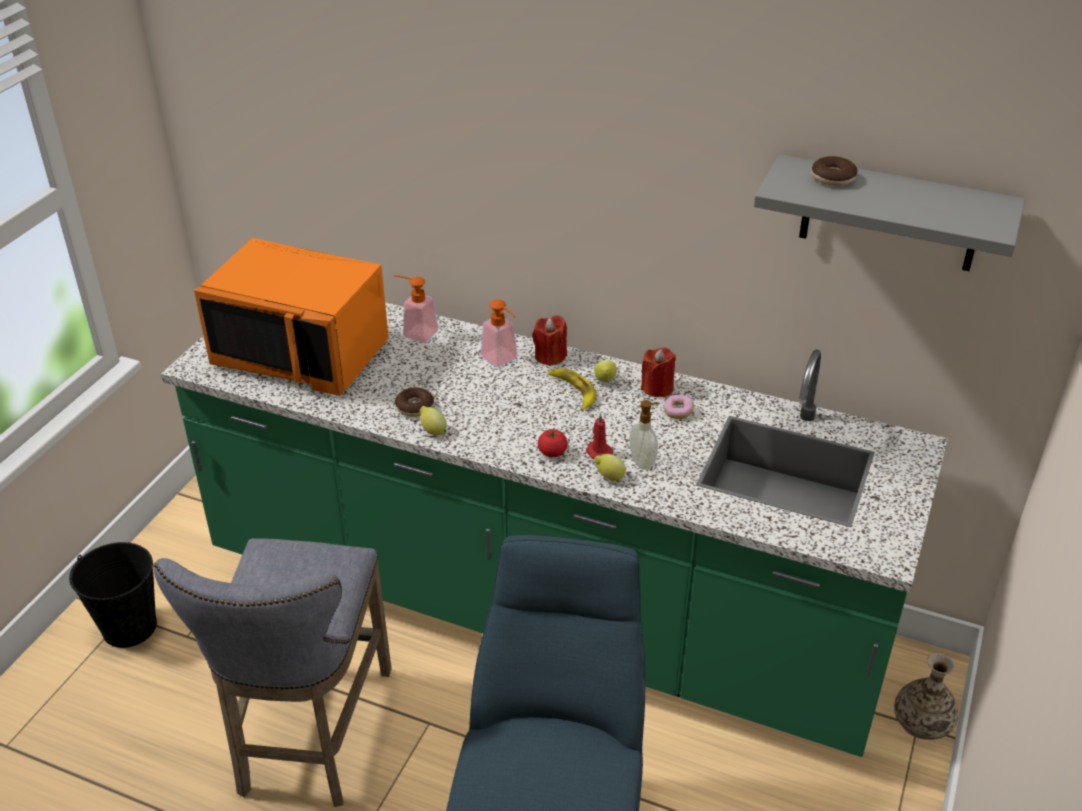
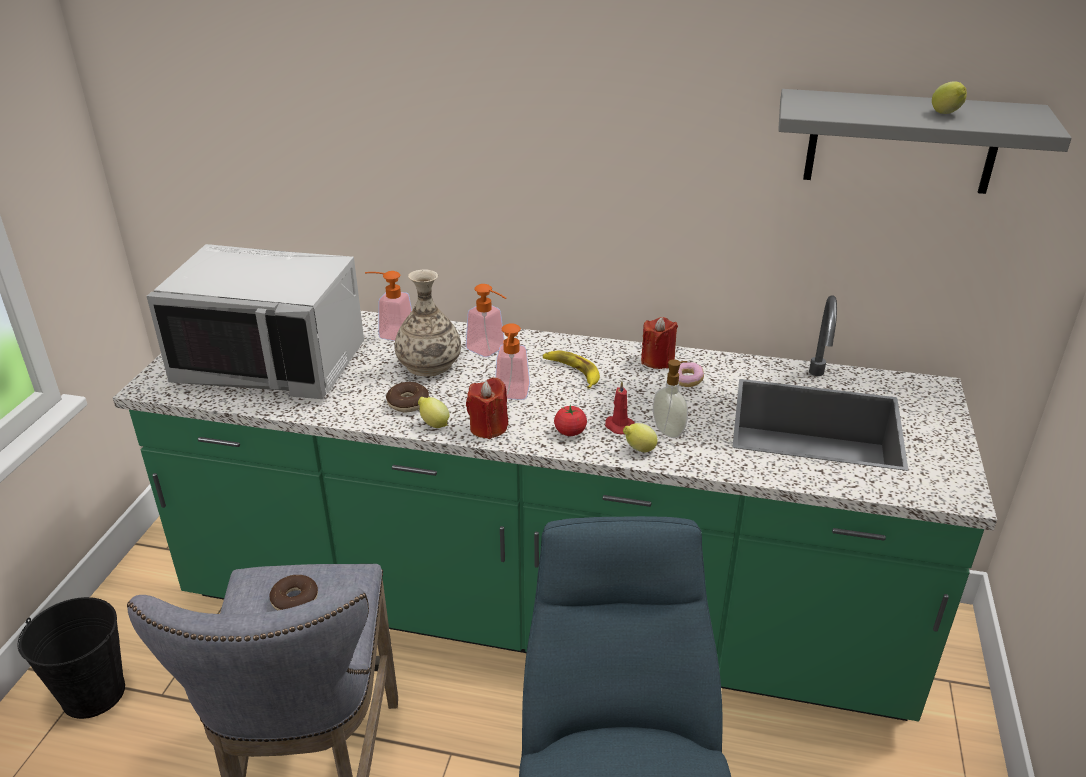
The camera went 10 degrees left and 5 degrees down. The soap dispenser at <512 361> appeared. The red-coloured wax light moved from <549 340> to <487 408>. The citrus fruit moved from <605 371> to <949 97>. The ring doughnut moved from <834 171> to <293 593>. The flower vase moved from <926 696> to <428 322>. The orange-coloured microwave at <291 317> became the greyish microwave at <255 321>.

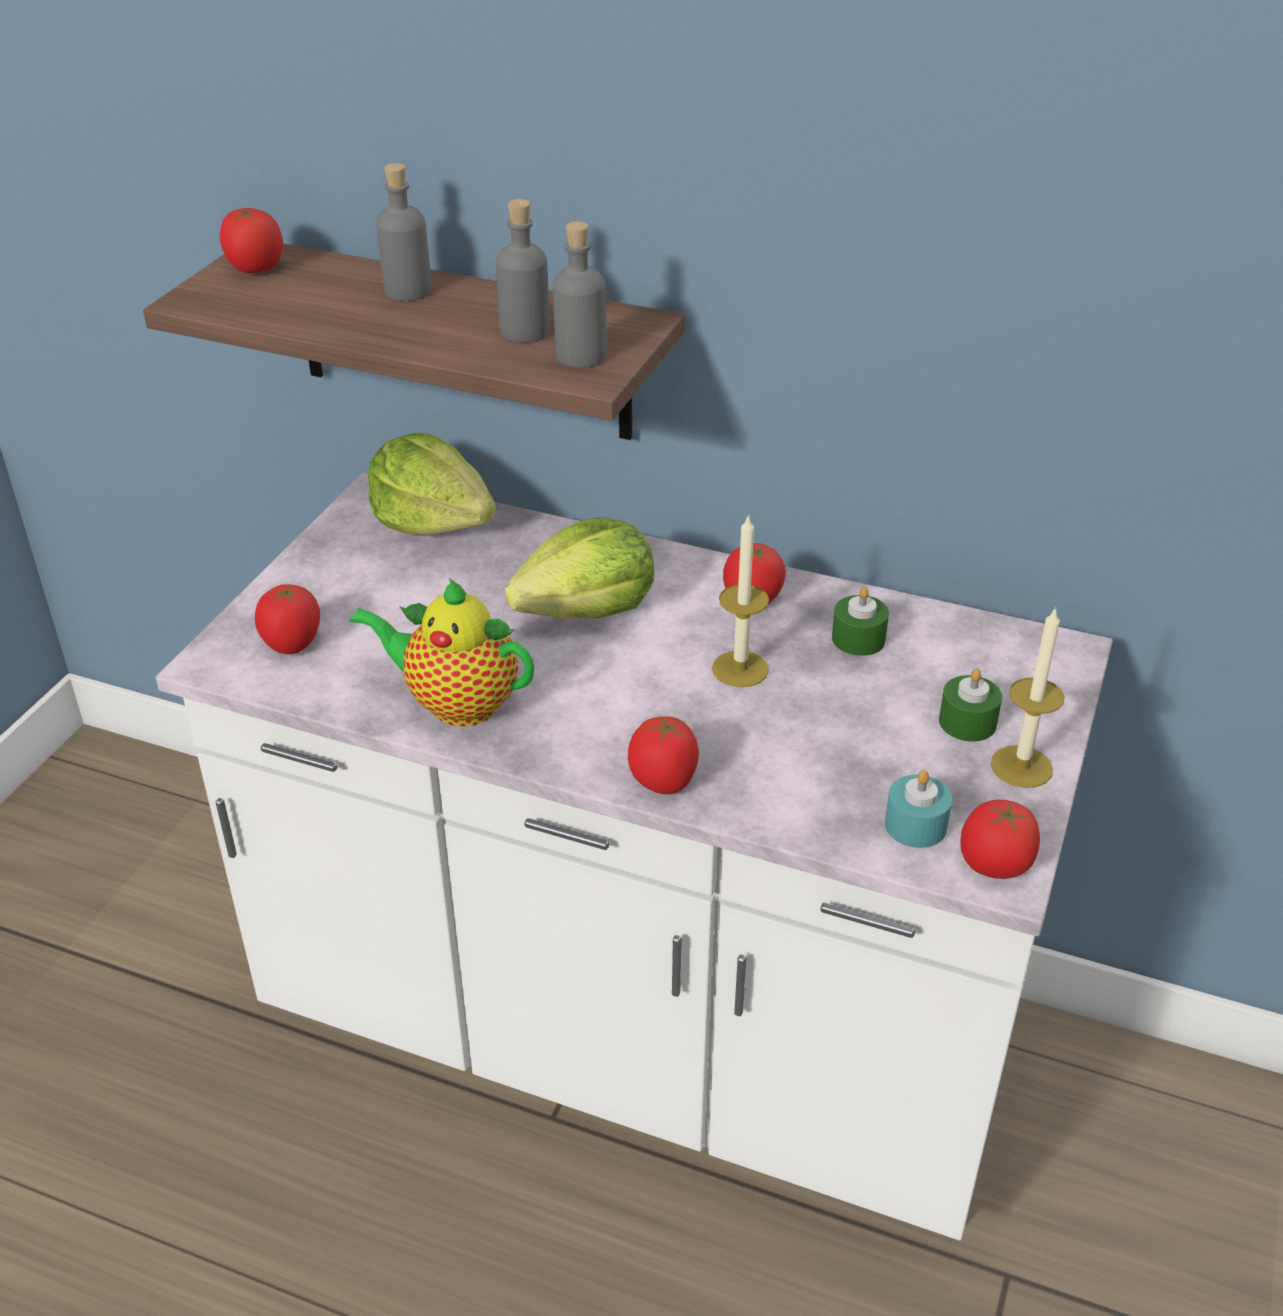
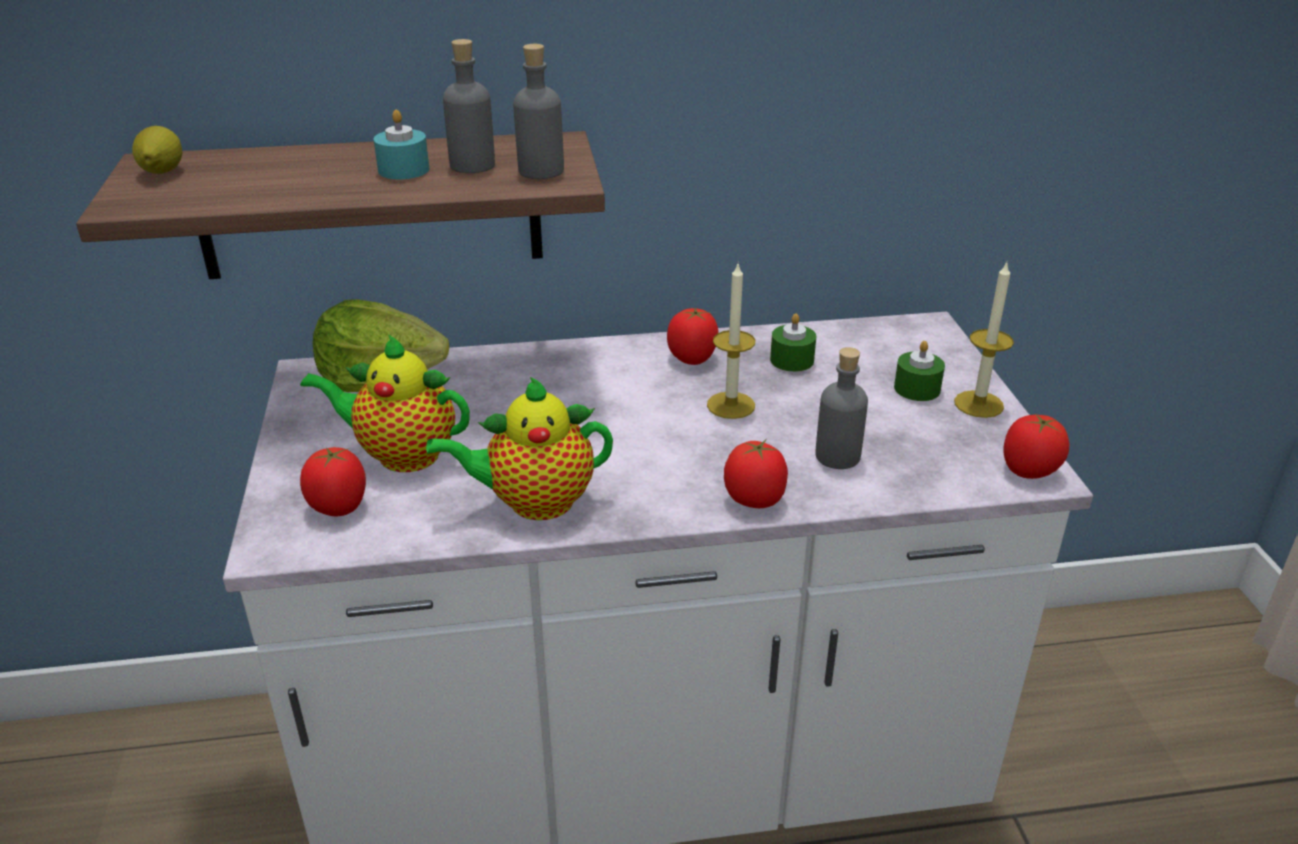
The camera went 30 degrees left and 5 degrees down. The head of lettuce at <579 567> disappeared. The teapot at <385 403> appeared. The greyish beverage bottle moved from <404 232> to <841 408>. The turquoise wax light moved from <918 809> to <401 144>. The fresh tomato at <251 240> was replaced by the citrus fruit at <157 150>.

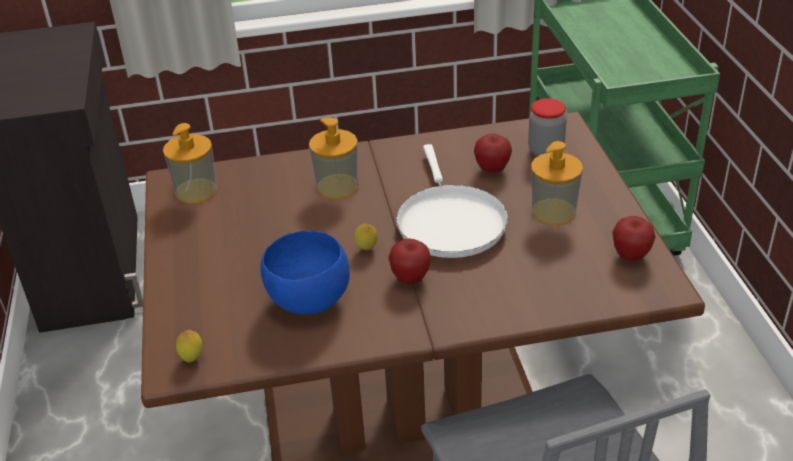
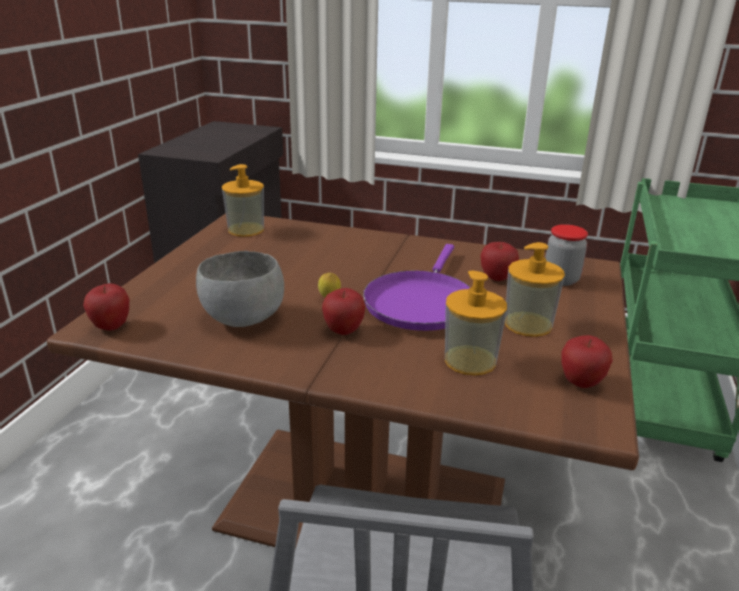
The camera went 25 degrees right and 10 degrees down. The soap dispenser moved from <333 158> to <476 323>. The citrus fruit at <189 346> was replaced by the apple fruit at <106 307>. The blue-coloured deep dish at <305 273> became the greyish deep dish at <240 289>. The whitish pan at <452 201> became the purplish pan at <416 287>.

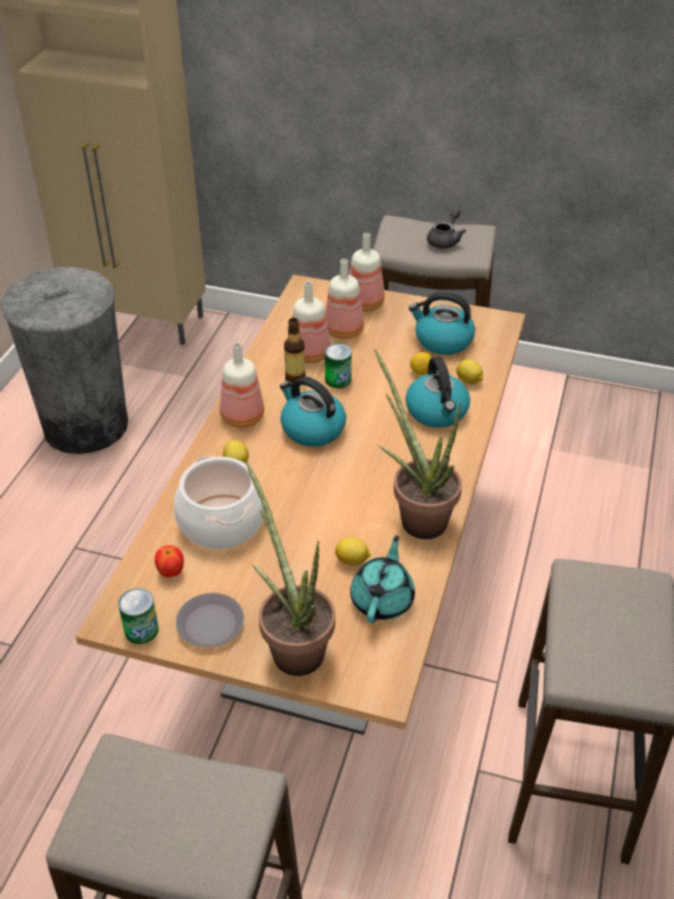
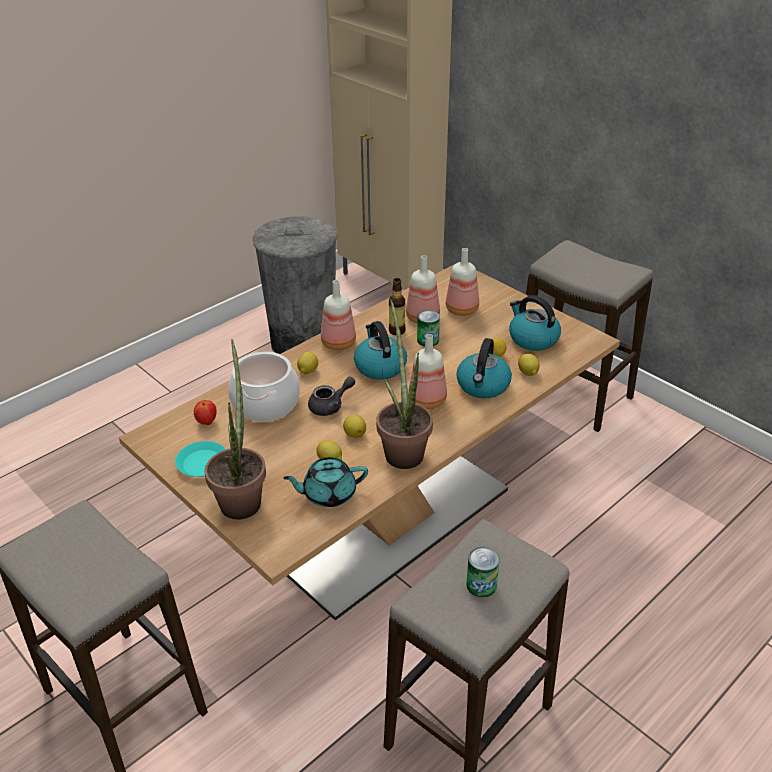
The camera went 30 degrees right and 5 degrees down. The citrus fruit at <354 426> appeared. The can moved from <138 616> to <483 572>. The beverage bottle moved from <367 272> to <427 371>. The greyish teapot moved from <446 228> to <331 396>. The greyish dinner plate at <210 620> became the turquoise dinner plate at <200 459>. The turquoise teapot at <382 579> turned 150 degrees counterclockwise.

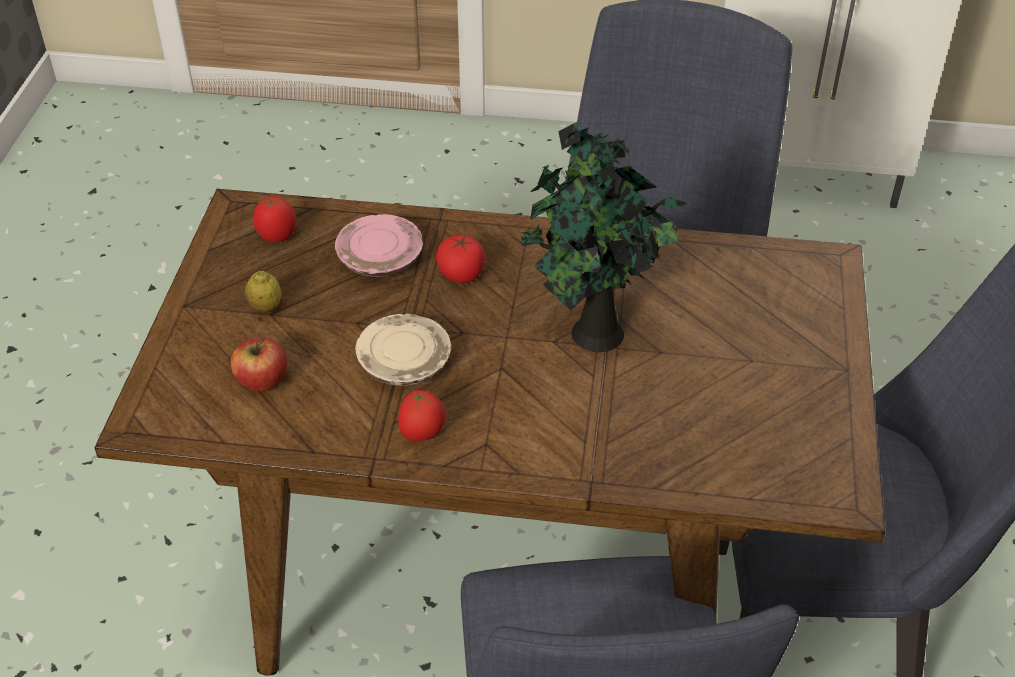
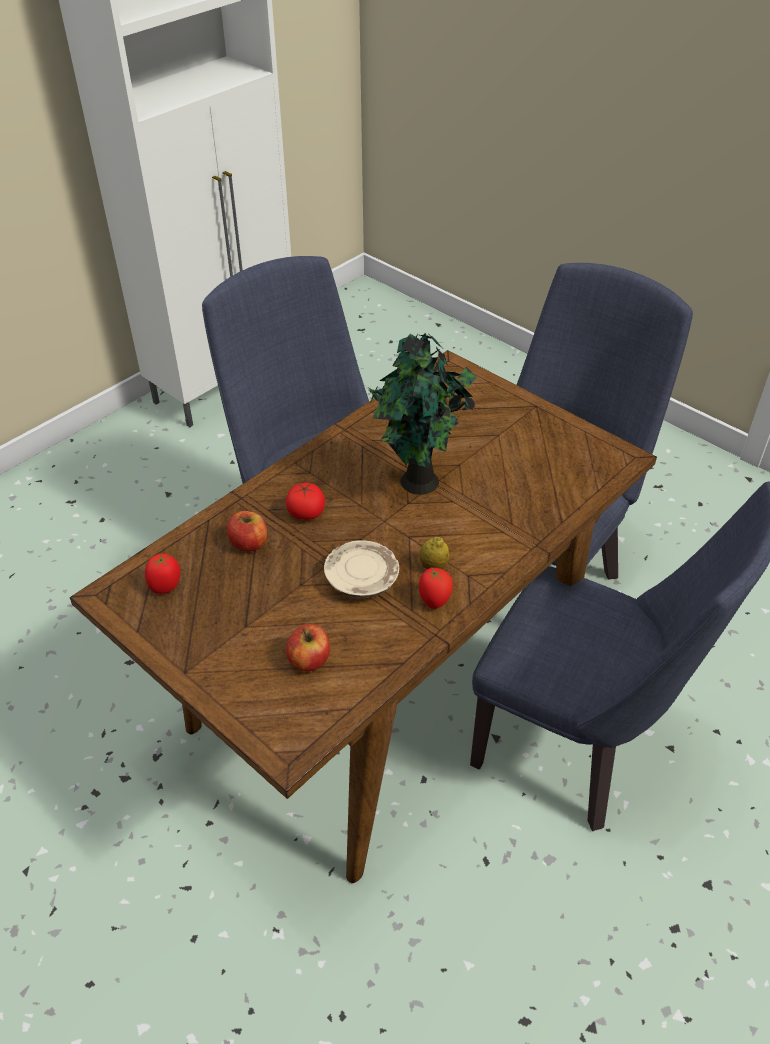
The camera went 55 degrees left and 0 degrees up. The citrus fruit moved from <263 292> to <434 553>. The pink-coloured dinner plate at <379 245> was replaced by the apple fruit at <247 531>.

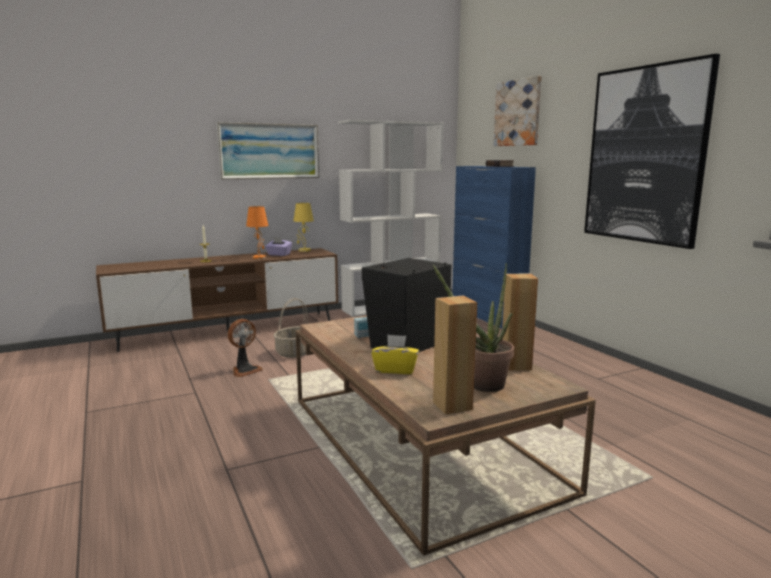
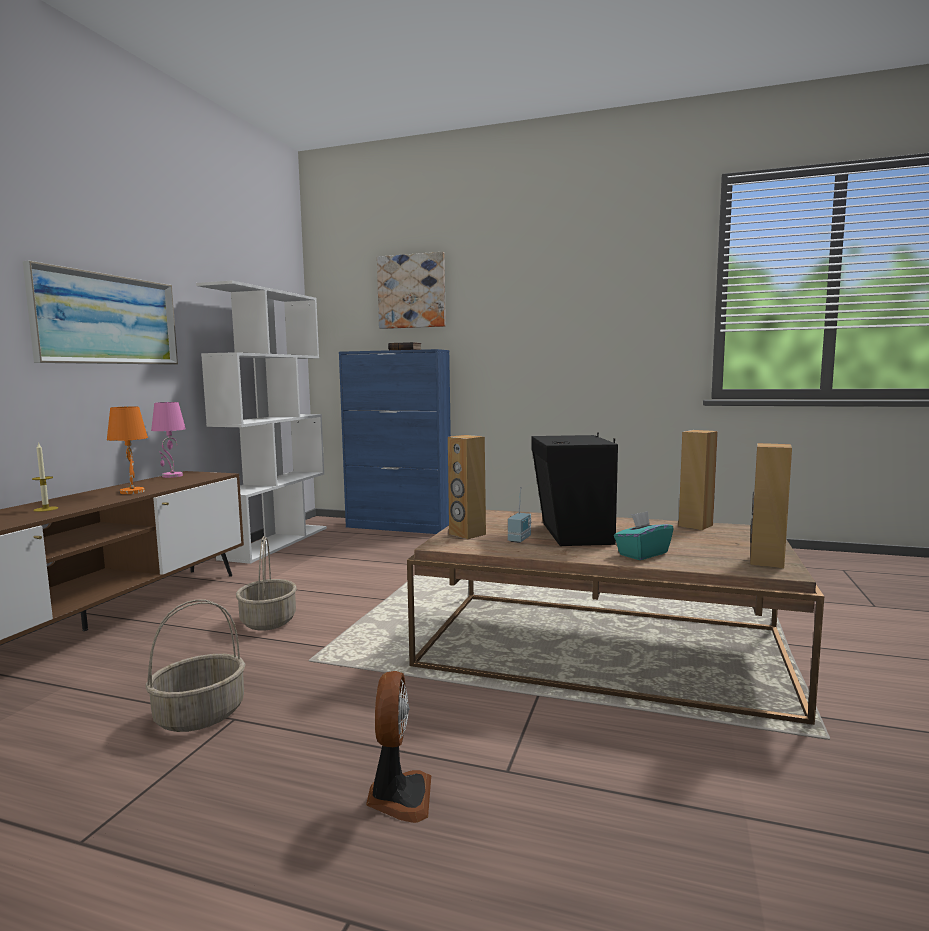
The camera went 45 degrees left and 5 degrees down. The purplish tissue holder at <278 246> disappeared. The plant in a pot at <473 327> disappeared. The wall art at <652 151> disappeared. The basket at <195 665> appeared. The brown loudspeaker at <467 487> appeared. The fan moved from <245 348> to <398 747>. The yellow-coloured tabletop lamp at <304 227> became the pink-coloured tabletop lamp at <168 440>. The yellow-coloured tissue holder at <395 354> became the turquoise tissue holder at <644 535>.

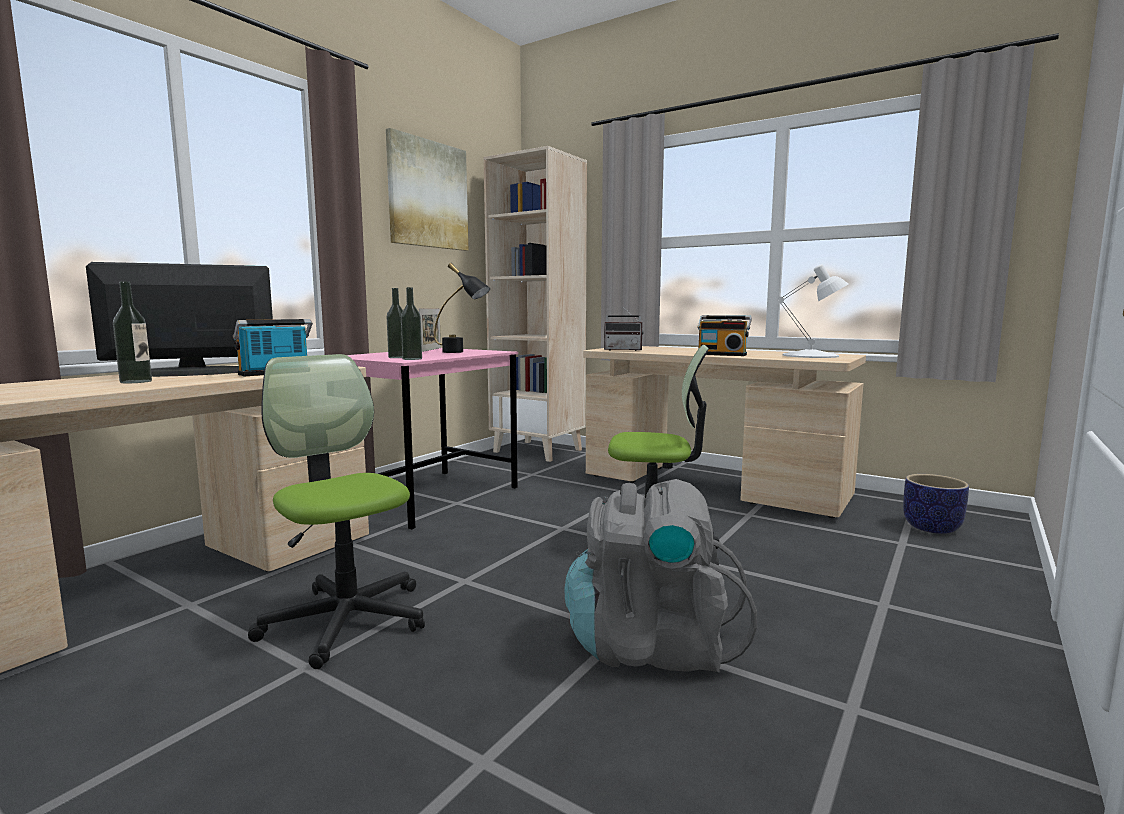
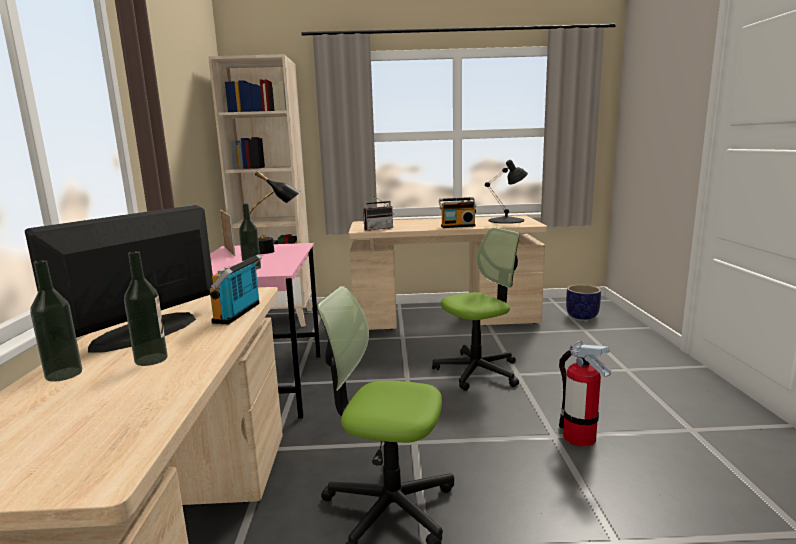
The camera went 35 degrees left and 5 degrees up. The wall art at <427 189> disappeared. The beverage bottle moved from <411 323> to <56 321>. The greyish rucksack at <660 576> was replaced by the fire extinguisher at <585 394>. The whitish tabletop lamp at <812 311> became the black-coloured tabletop lamp at <506 192>.

